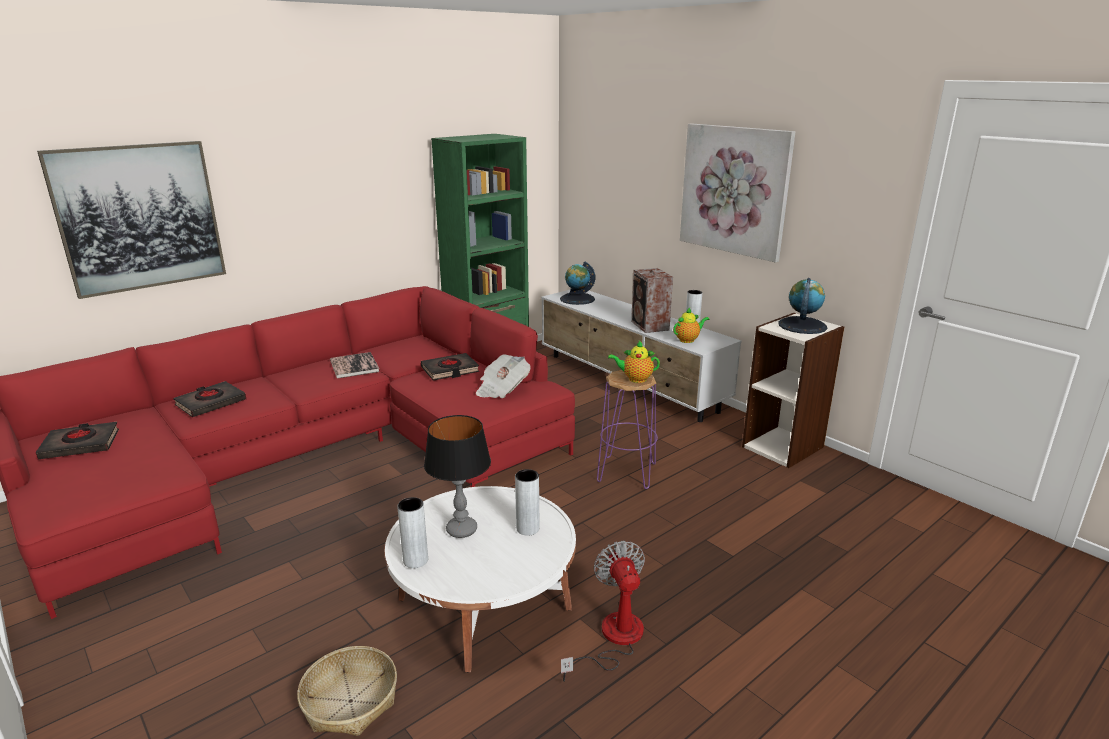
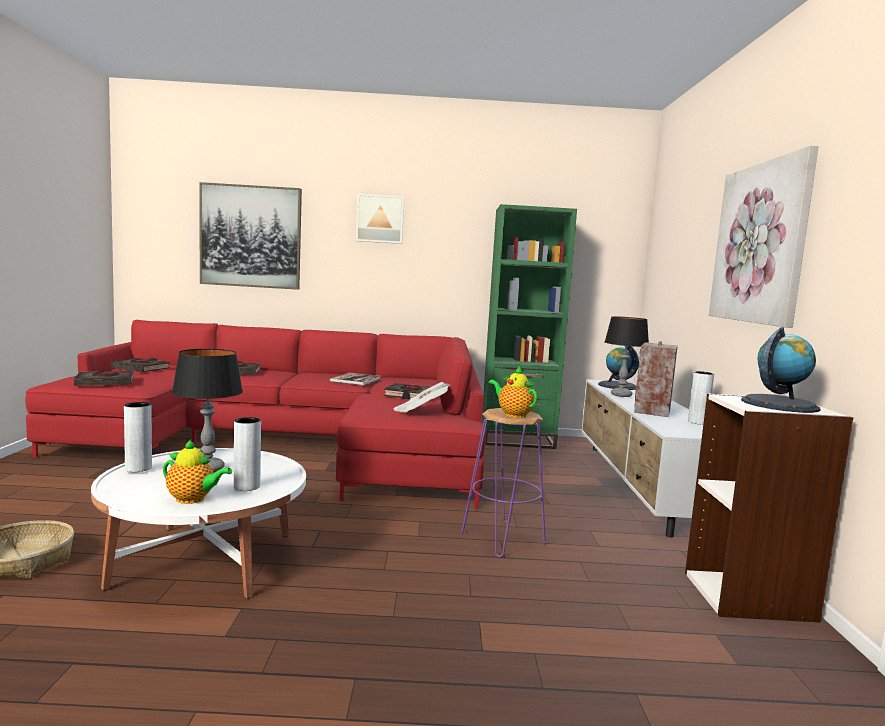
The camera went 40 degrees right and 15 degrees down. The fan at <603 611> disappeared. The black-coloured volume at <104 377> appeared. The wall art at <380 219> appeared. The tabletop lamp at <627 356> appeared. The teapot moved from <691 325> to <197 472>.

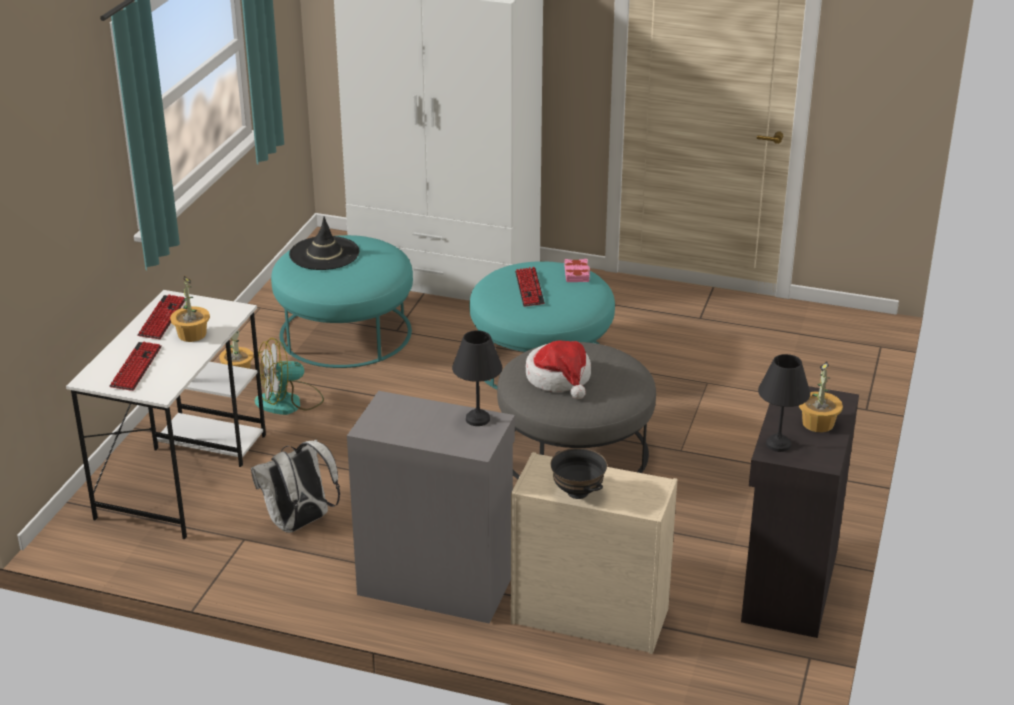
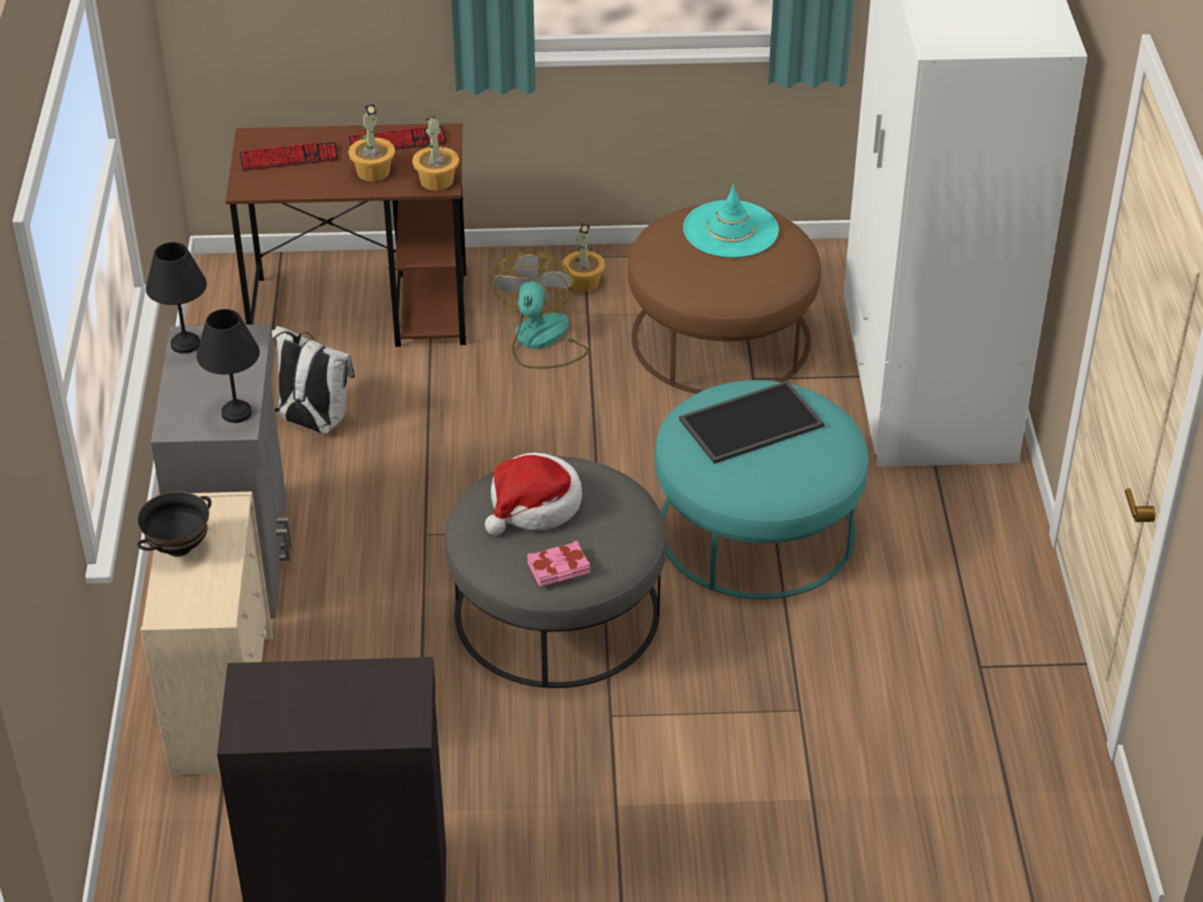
The camera went 70 degrees right and 10 degrees up. The pink-coloured volume moved from <577 270> to <558 564>. The black-coloured tabletop lamp moved from <784 403> to <176 298>. The plant in a pot moved from <821 396> to <435 153>. The keyboard at <530 287> was replaced by the carrying tray at <752 422>. The whitish desk table at <166 414> became the brown desk table at <346 235>. The turquoise ottoman at <342 301> became the brown ottoman at <724 299>. The black-coloured clothing hat at <324 243> became the turquoise clothing hat at <731 221>. The fan at <289 376> turned 45 degrees clockwise.

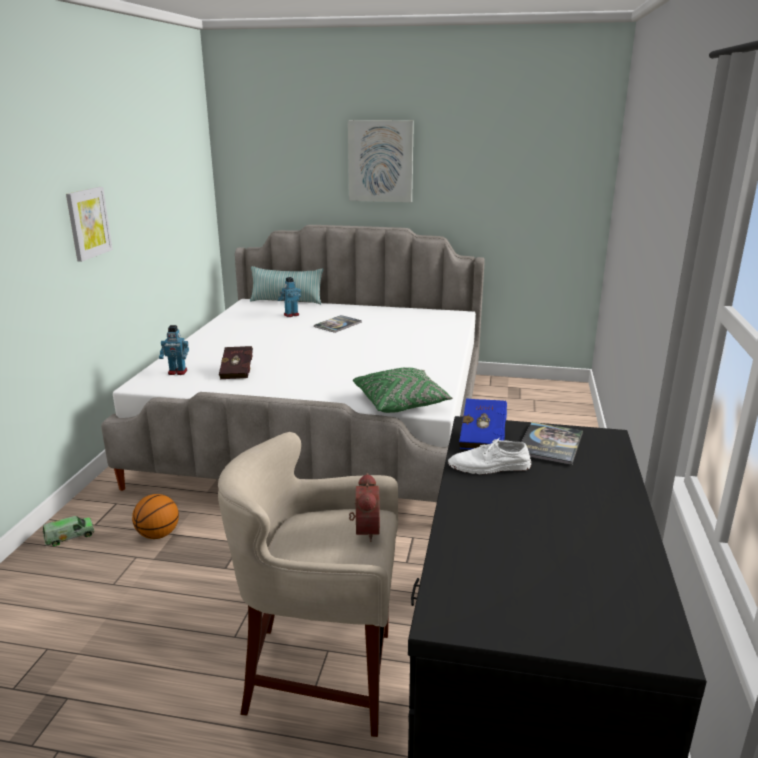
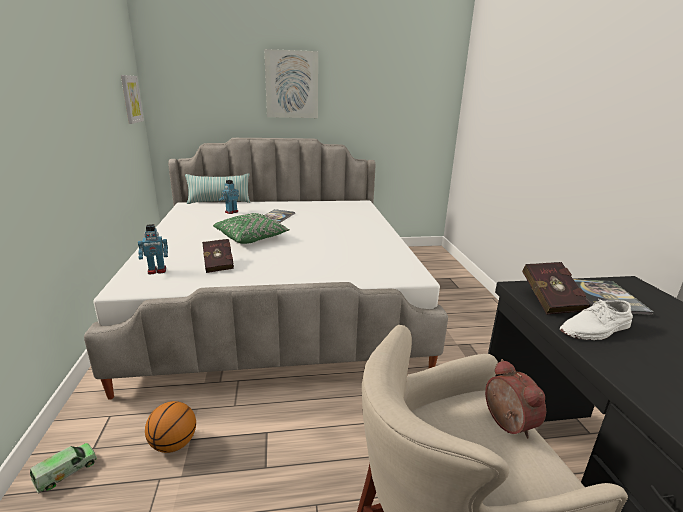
The camera went 20 degrees left and 0 degrees up. The wall art moved from <89 224> to <132 99>. The green throw pillow moved from <403 390> to <251 228>. The blue-coloured volume at <483 423> became the red-coloured volume at <556 288>.

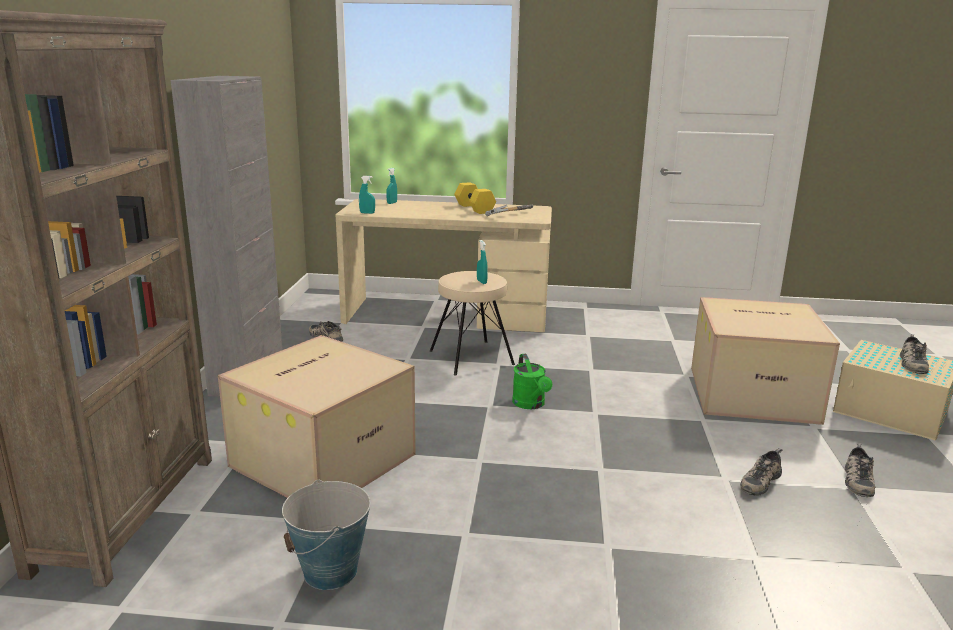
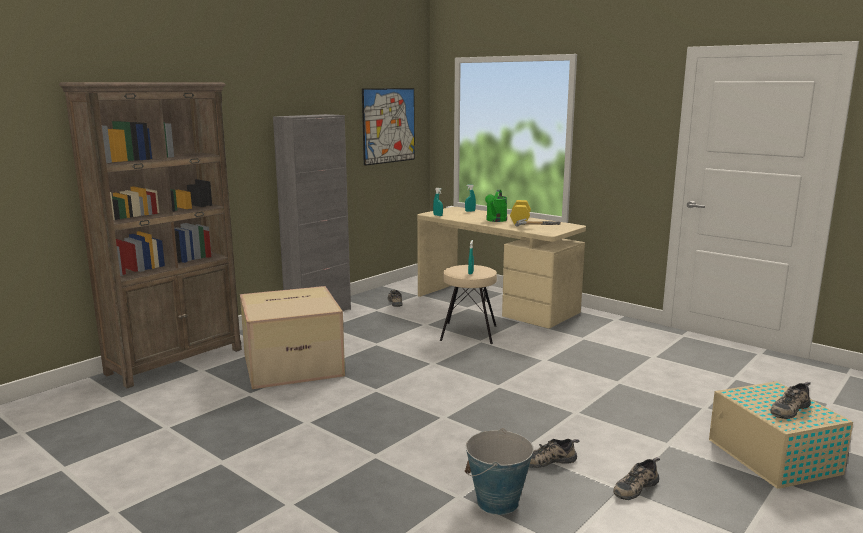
The camera went 35 degrees right and 5 degrees down. The packing box at <765 361> disappeared. The wall art at <388 127> appeared. The pail moved from <326 535> to <499 471>. The green watering can moved from <532 381> to <496 206>.

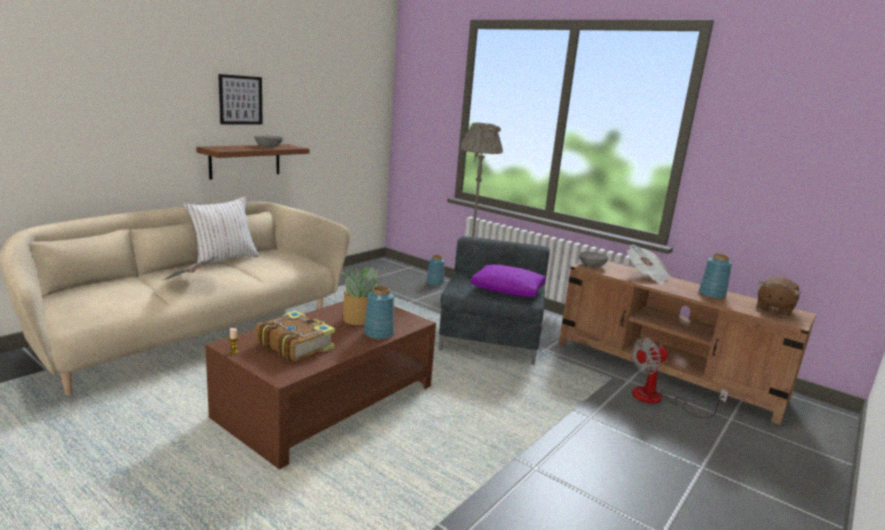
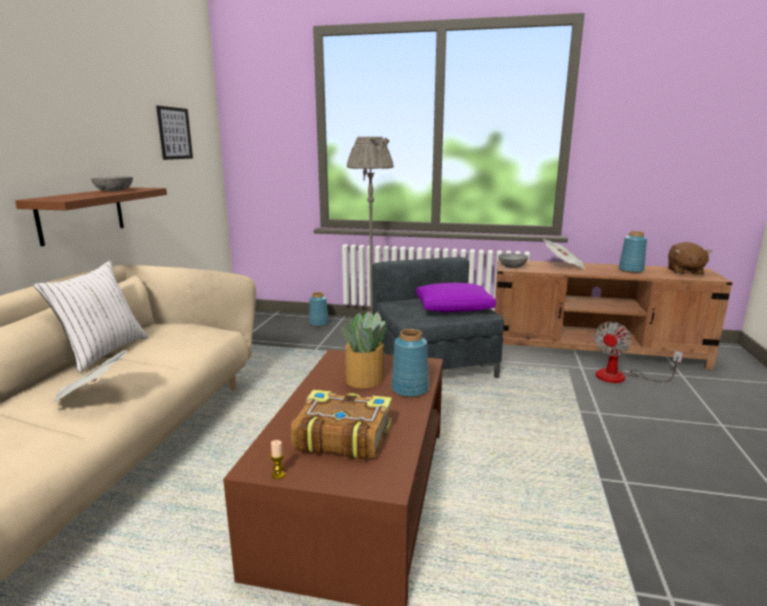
The camera went 25 degrees left and 0 degrees up. The wall art moved from <240 99> to <174 133>.

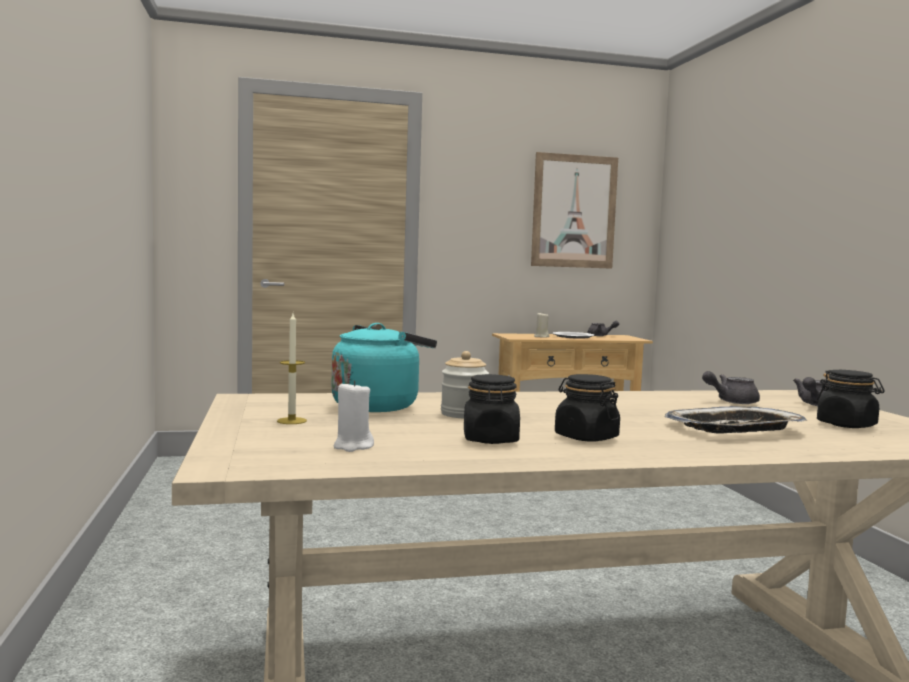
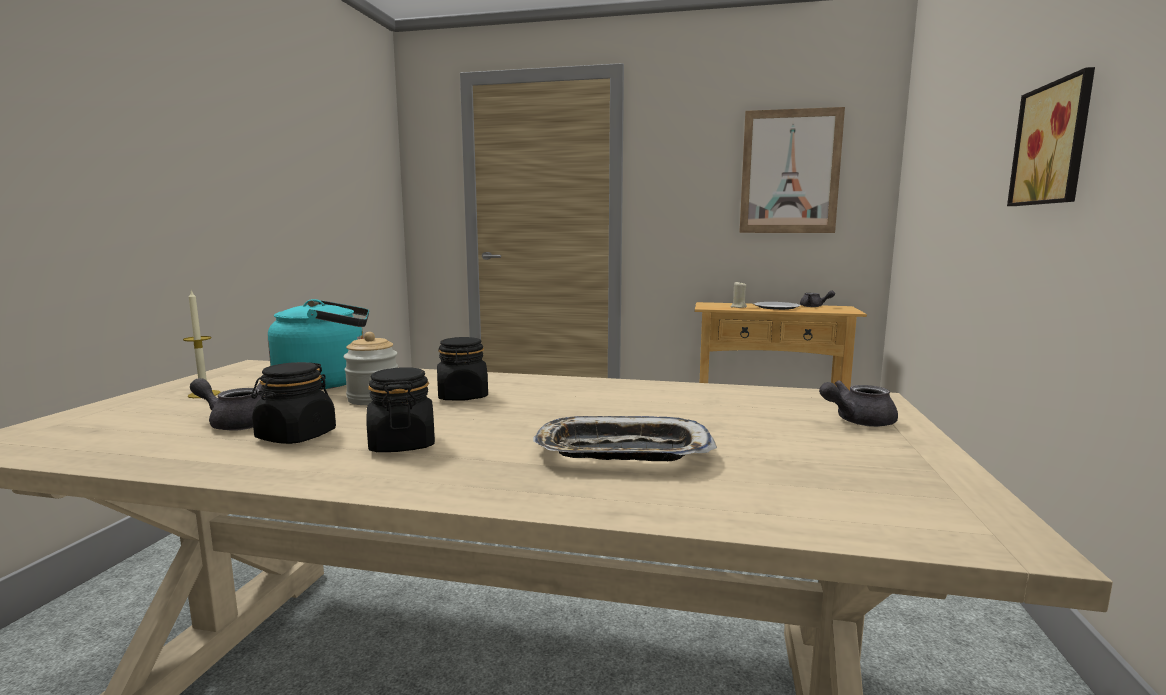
The camera went 25 degrees right and 5 degrees up. The whitish wax light at <354 416> disappeared. The wall art at <1051 136> appeared. The greyish teapot moved from <731 387> to <226 404>. The black-coloured jar moved from <851 399> to <462 369>.

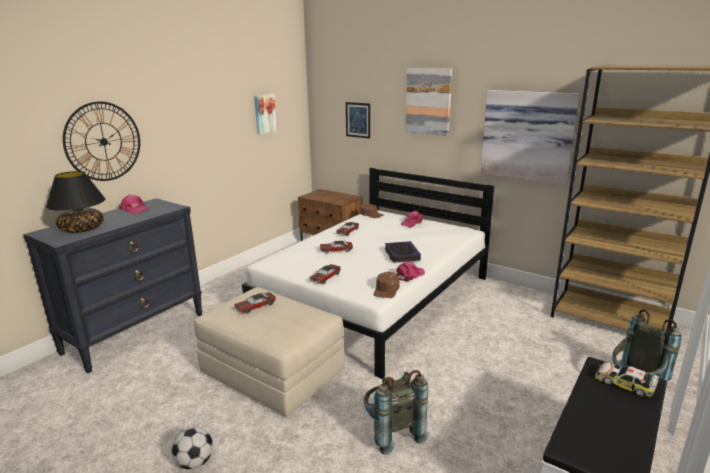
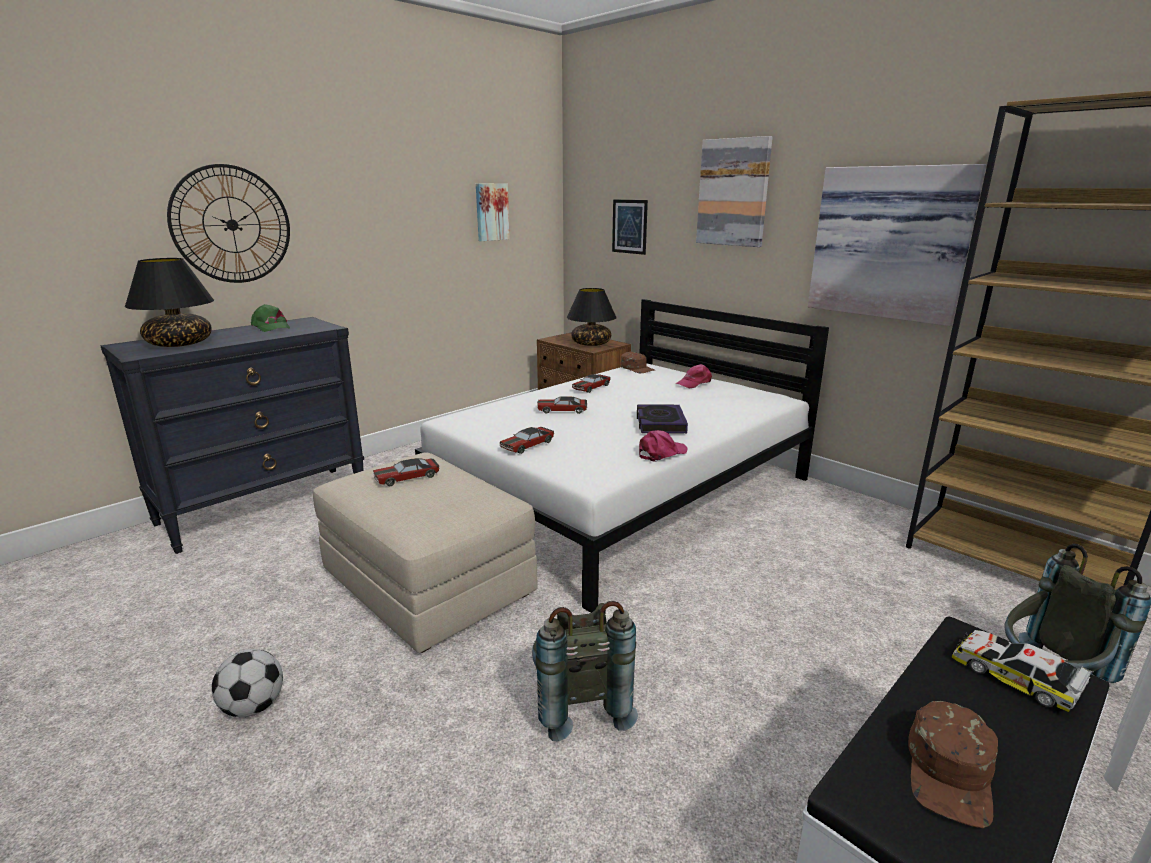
The camera went 10 degrees right and 0 degrees up. The black-coloured tabletop lamp at <592 317> appeared. The brown cap moved from <387 285> to <953 764>. The pink-coloured cap at <134 204> became the green cap at <270 318>.

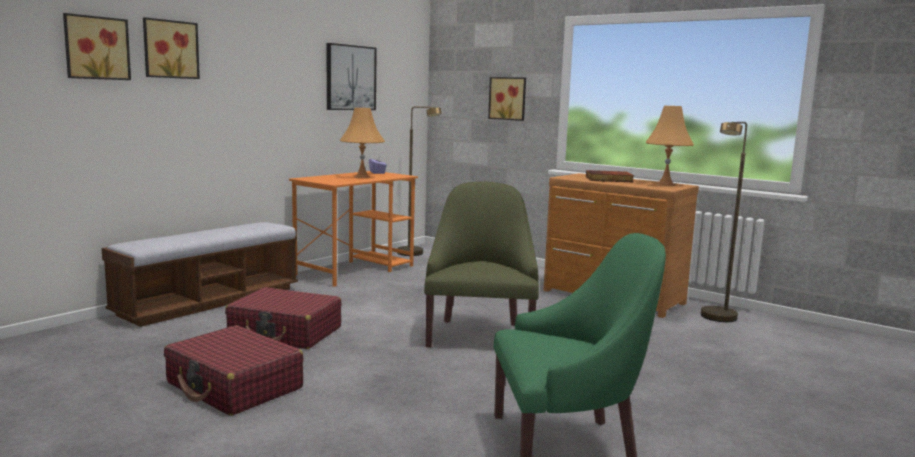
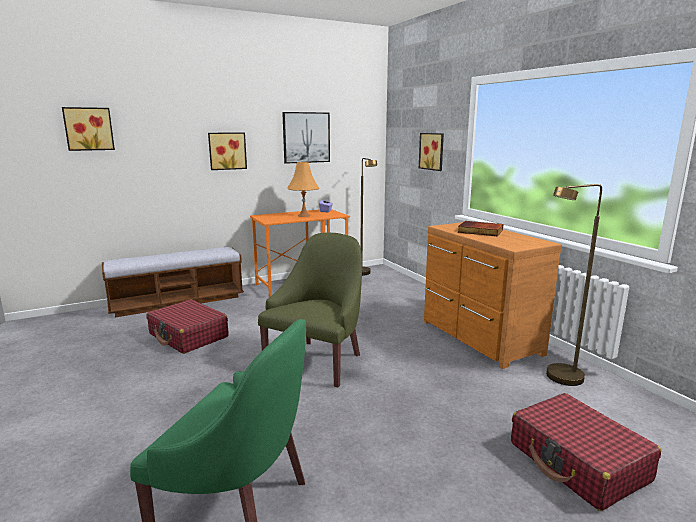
The camera went 25 degrees right and 5 degrees up. The orange-coloured tabletop lamp at <670 146> disappeared. The wall art moved from <171 48> to <227 151>. The red-coloured travel case moved from <234 370> to <586 452>.

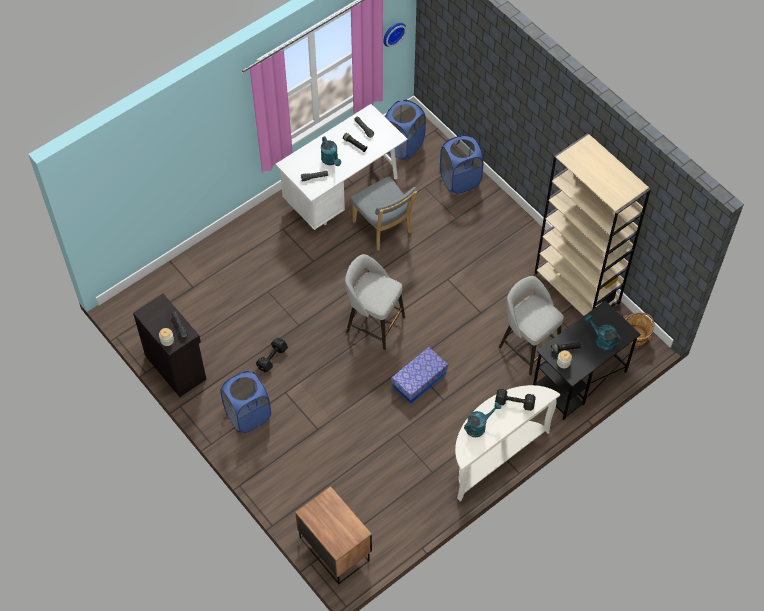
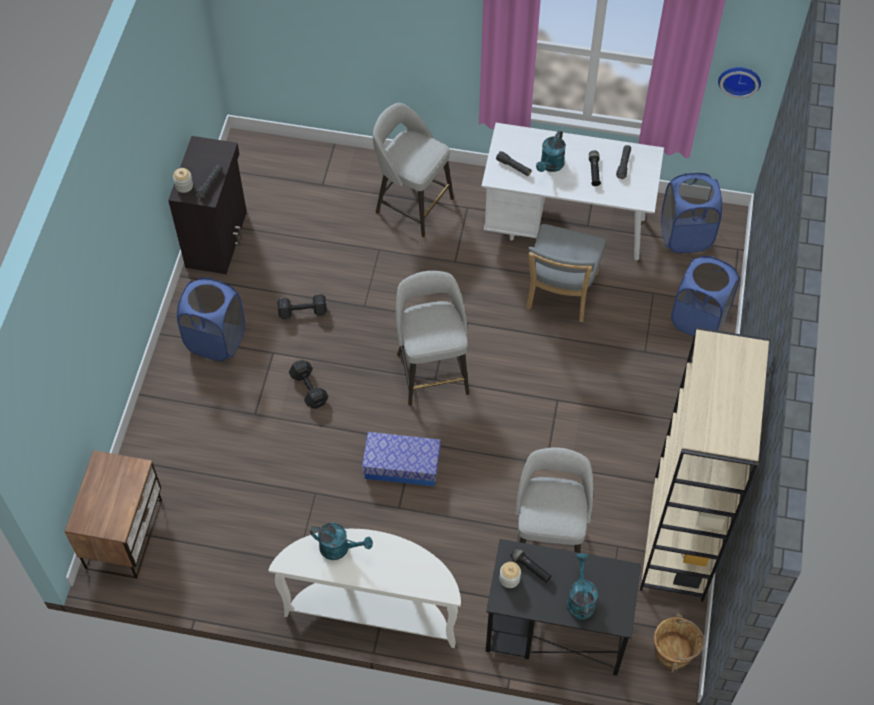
The camera went 50 degrees right and 0 degrees up. The greyish sitting stool at <413 170> appeared. The black-coloured hand weight moved from <515 400> to <309 384>.

